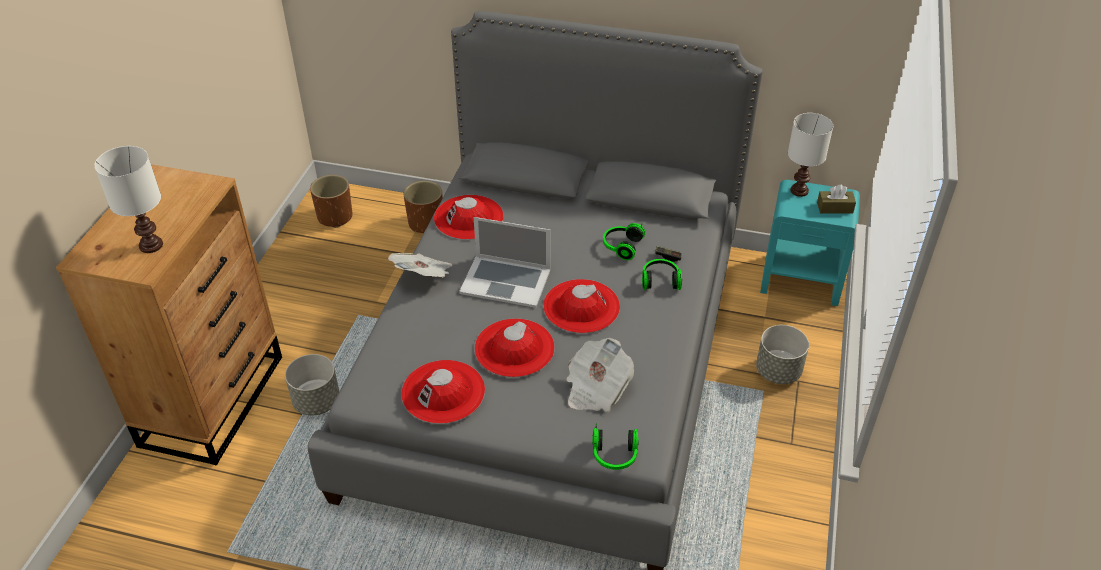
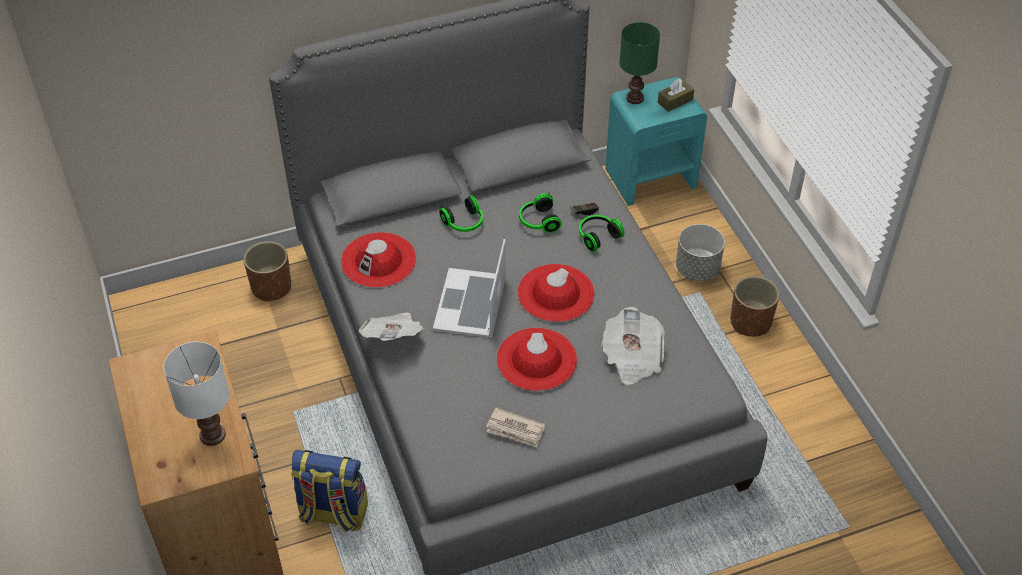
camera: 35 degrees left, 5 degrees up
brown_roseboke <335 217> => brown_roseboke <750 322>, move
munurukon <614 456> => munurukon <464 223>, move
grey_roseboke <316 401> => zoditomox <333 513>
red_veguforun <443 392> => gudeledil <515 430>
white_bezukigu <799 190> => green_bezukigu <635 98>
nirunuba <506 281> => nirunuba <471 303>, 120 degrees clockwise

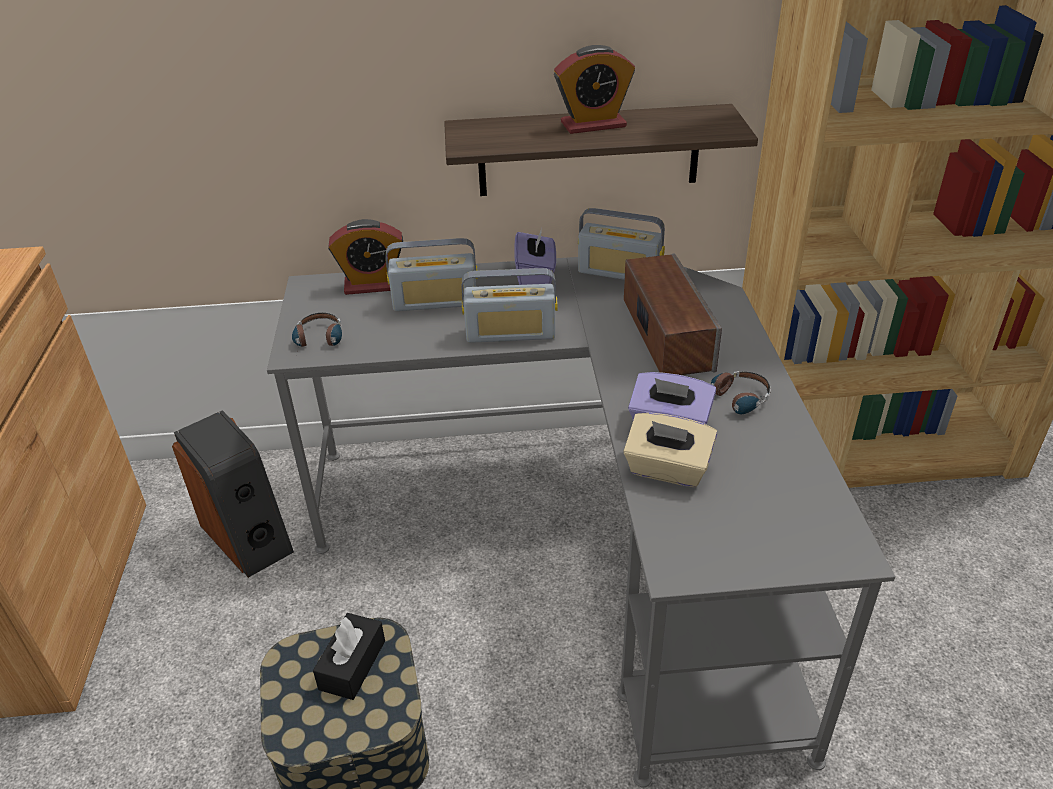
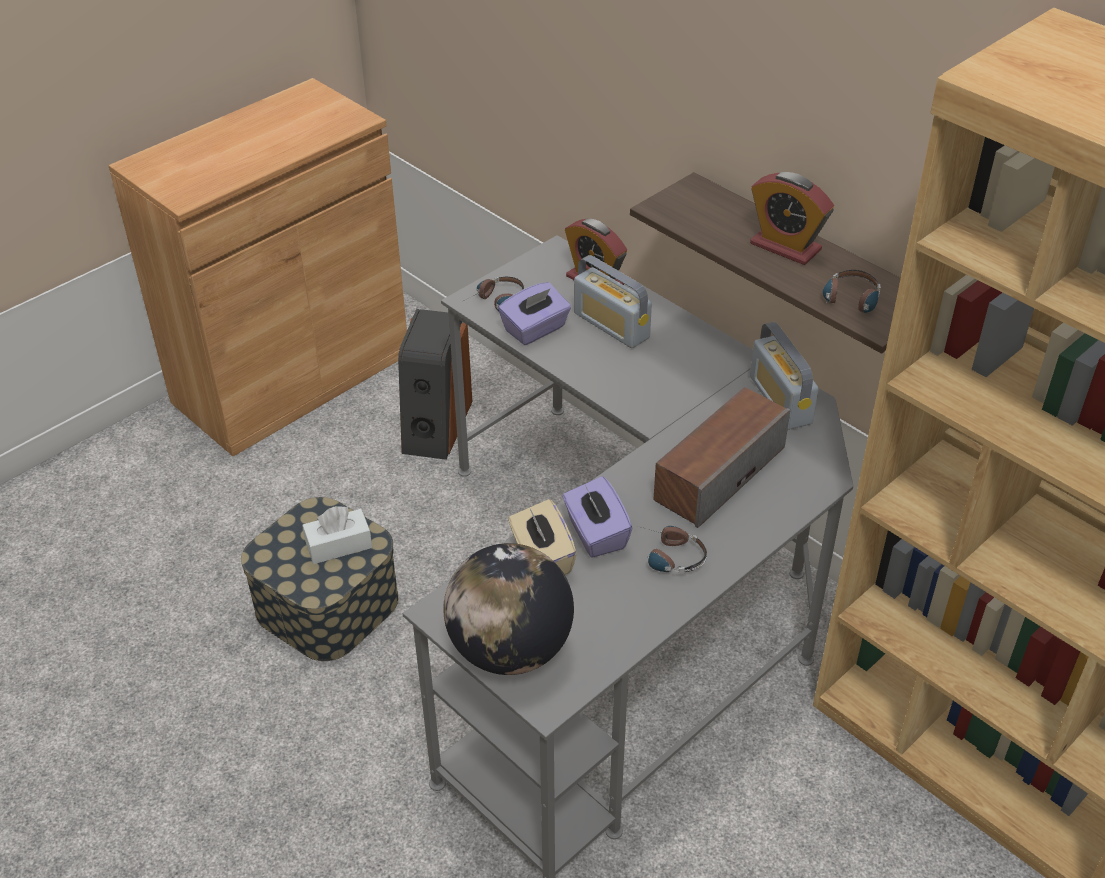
camera: 50 degrees right, 5 degrees up
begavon <510 333> => nothing
nothing => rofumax <510 650>
nothing => munurukon <849 303>
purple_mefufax <536 275> => purple_mefufax <535 329>, move
black_mefufax <352 665> => white_mefufax <338 545>

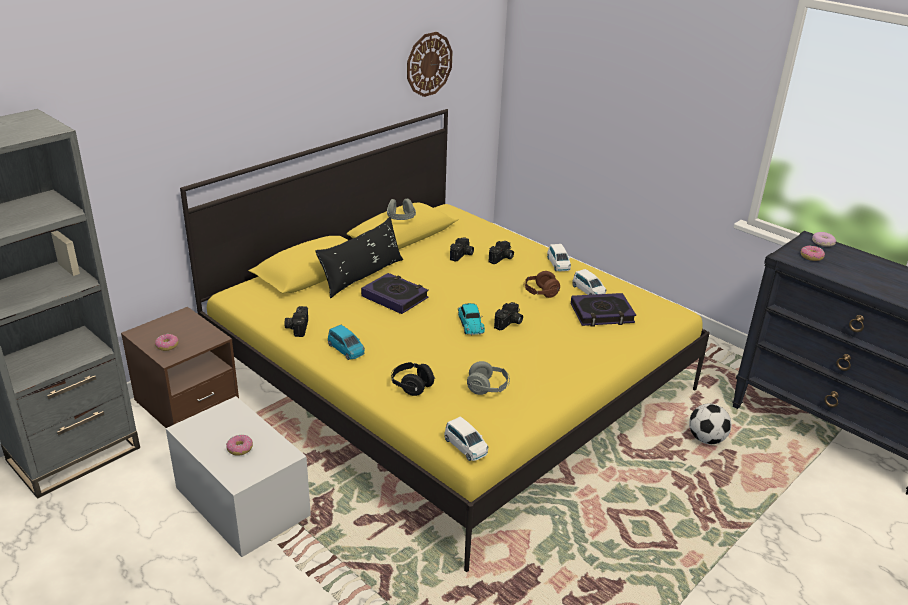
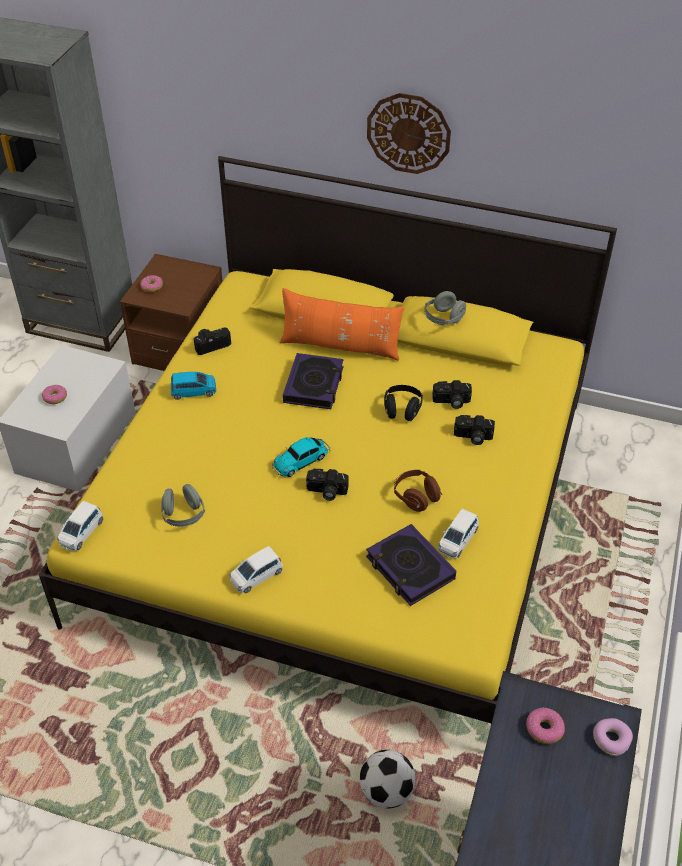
camera: 65 degrees right, 15 degrees up
black_munurukon <411 386> => black_munurukon <402 410>, move
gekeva <429 64> => gekeva <408 133>, move
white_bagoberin <558 264> => white_bagoberin <256 576>, move
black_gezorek <362 276> => orange_gezorek <340 346>
blue_bagoberin <346 350> => blue_bagoberin <194 391>, 120 degrees counterclockwise

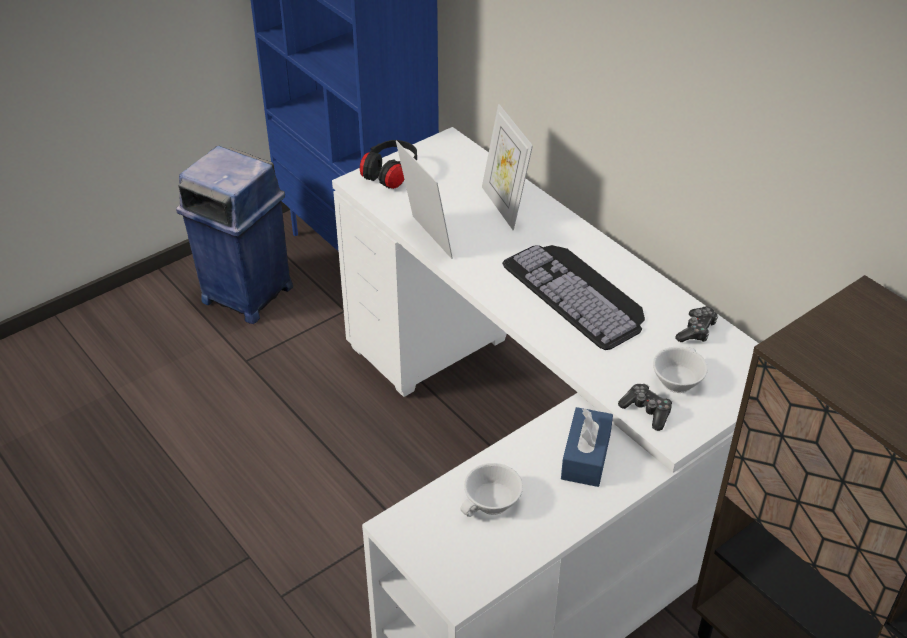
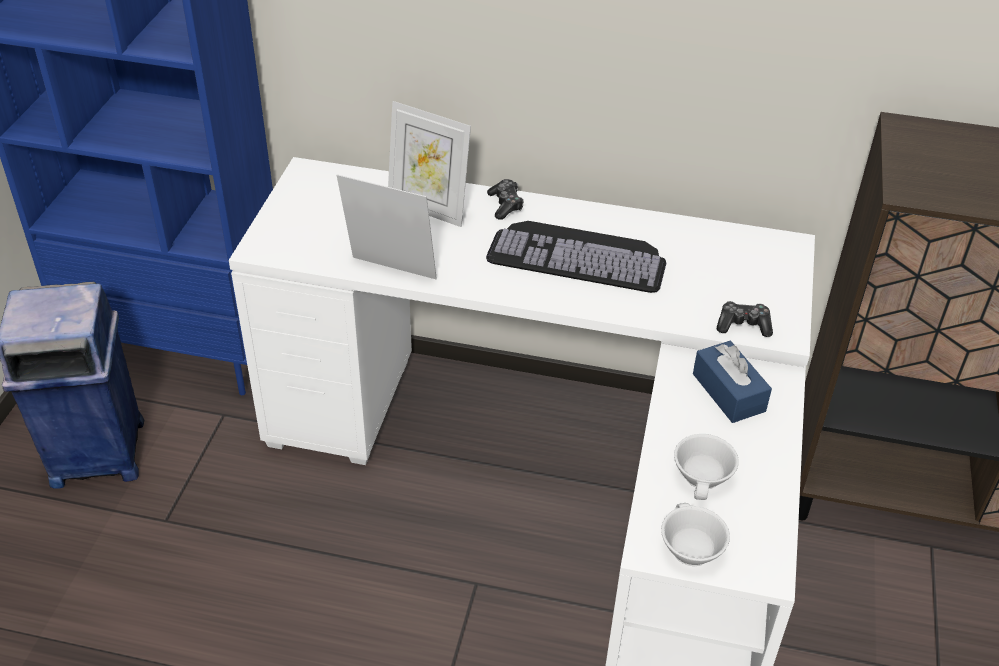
camera: 40 degrees left, 0 degrees up
black_munurukon <390 176> => nothing
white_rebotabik <676 380> => white_rebotabik <688 548>, move
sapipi <696 331> => sapipi <505 205>, move

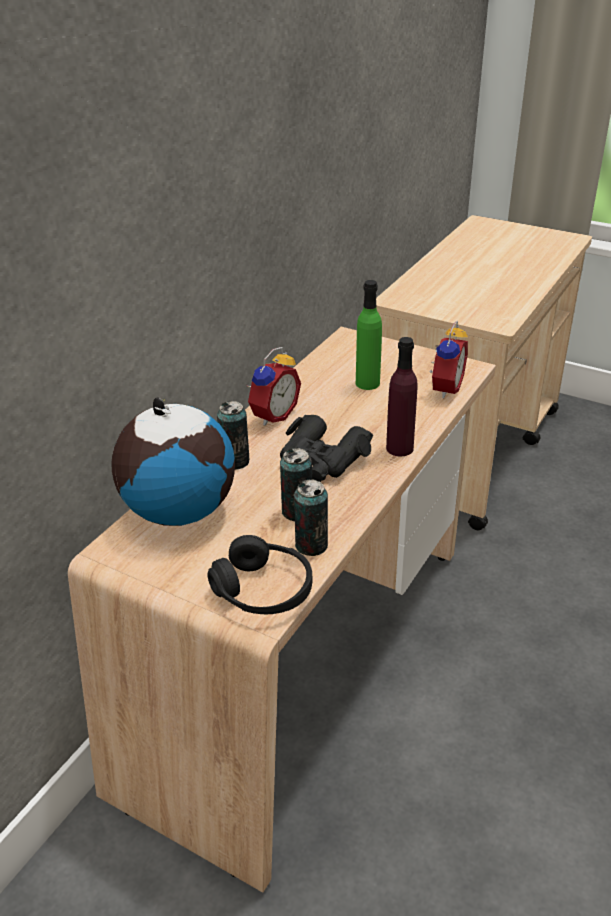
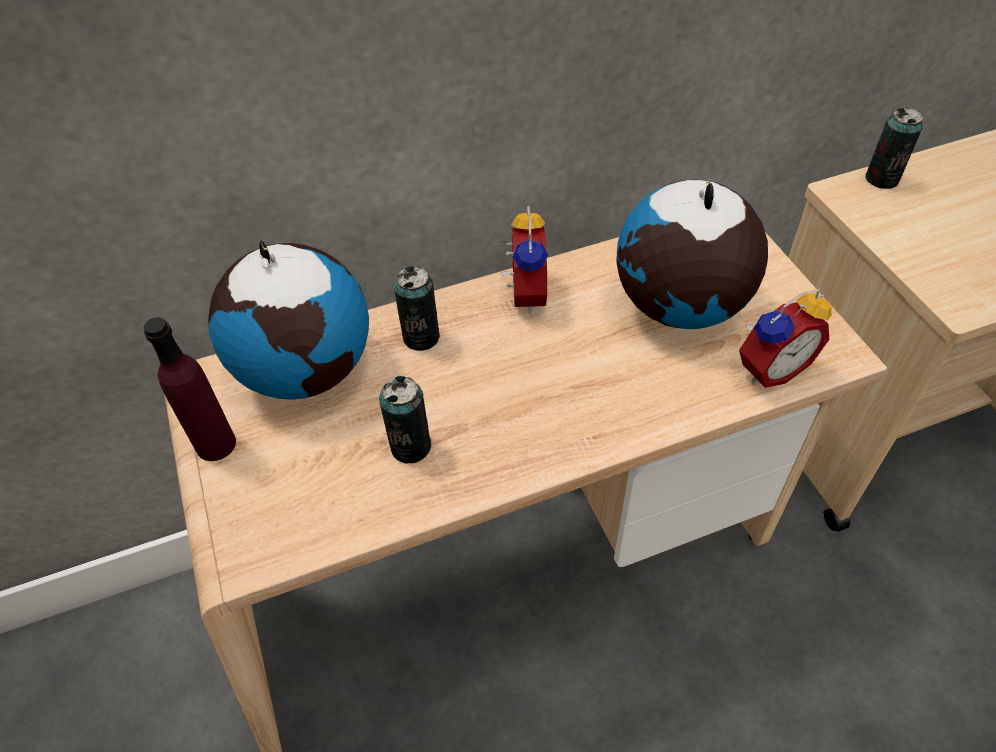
camera: 40 degrees right, 15 degrees up
black_munurukon <263 590> => nothing
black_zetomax <321 460> => nothing
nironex <311 545> => nironex <881 179>, move
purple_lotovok <399 448> => purple_lotovok <215 444>, move
green_lotovok <367 383> => rofumax <679 307>
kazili <272 415> => kazili <523 295>, 75 degrees counterclockwise

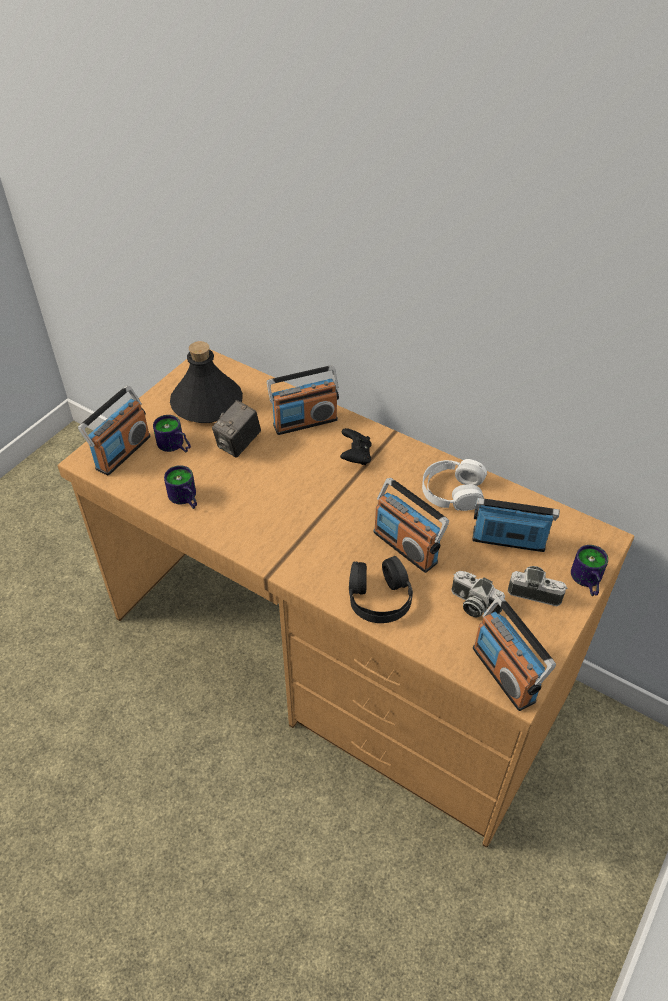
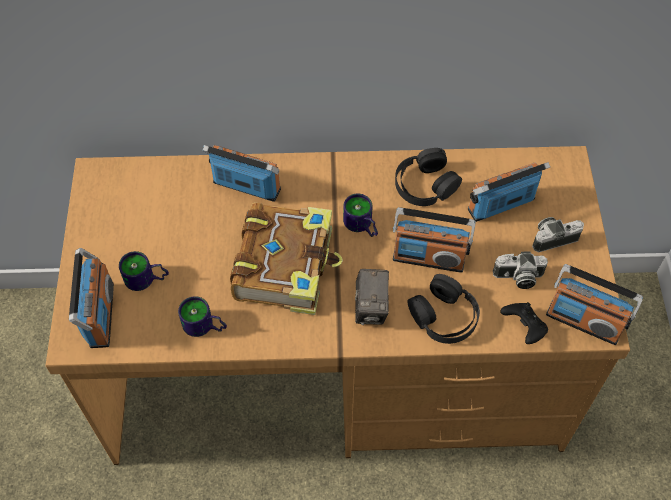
camera: 35 degrees left, 10 degrees up
black_lotovok <207 403> => nothing
nothing => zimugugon <286 265>
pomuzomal <238 444> => pomuzomal <371 308>, move
black_sapipi <356 456> => black_sapipi <523 328>, move
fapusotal <585 582> => fapusotal <360 227>, move
white_munurukon <452 491> => black_munurukon <425 184>
begavon <305 422> => begavon <246 187>, 105 degrees counterclockwise

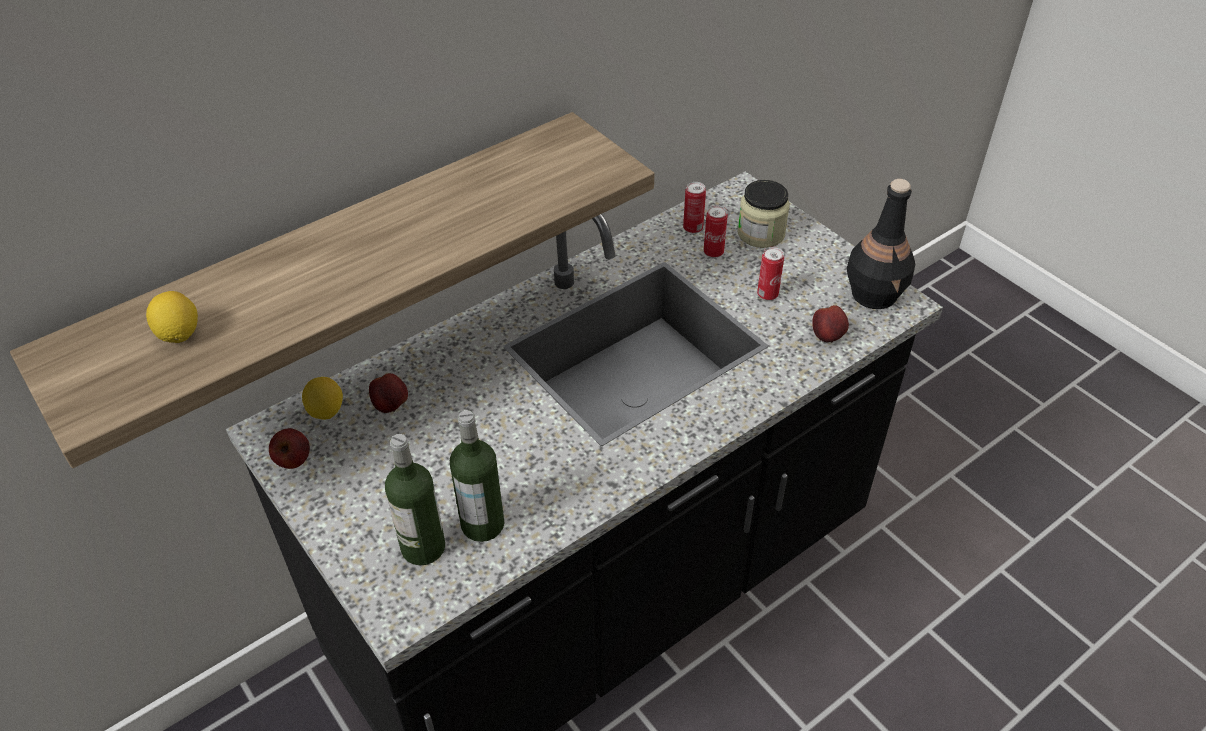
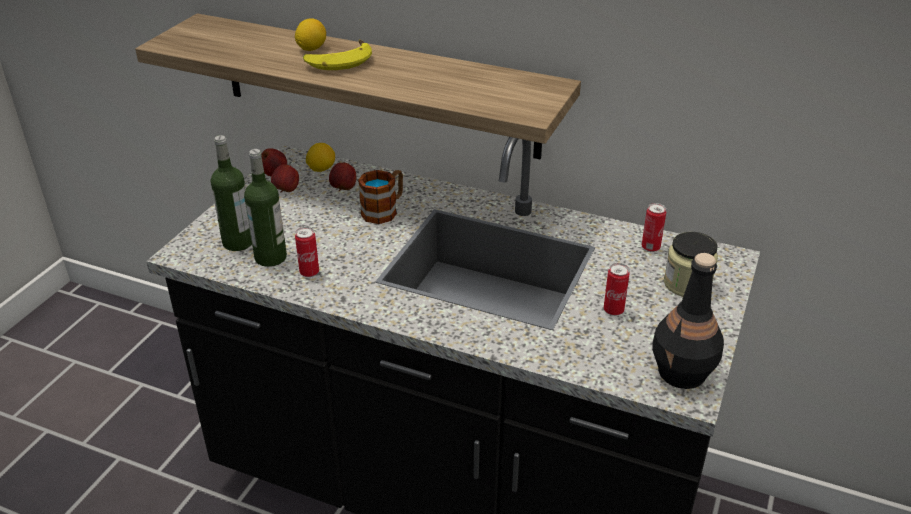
camera: 60 degrees right, 10 degrees down
nothing => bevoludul <338 61>
nothing => fapusotal <384 210>
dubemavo <179 334> => dubemavo <311 49>, move
nironex <713 252> => nironex <309 272>, move
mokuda <828 337> => mokuda <286 190>, move

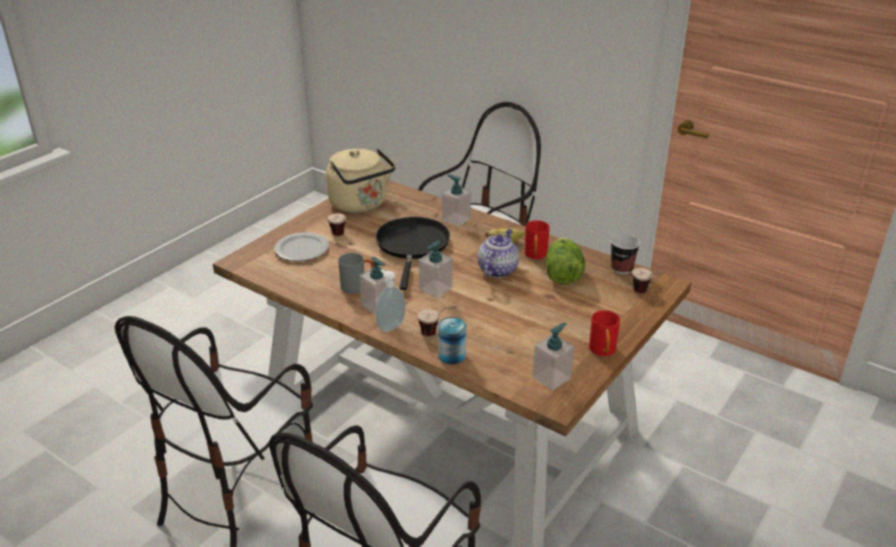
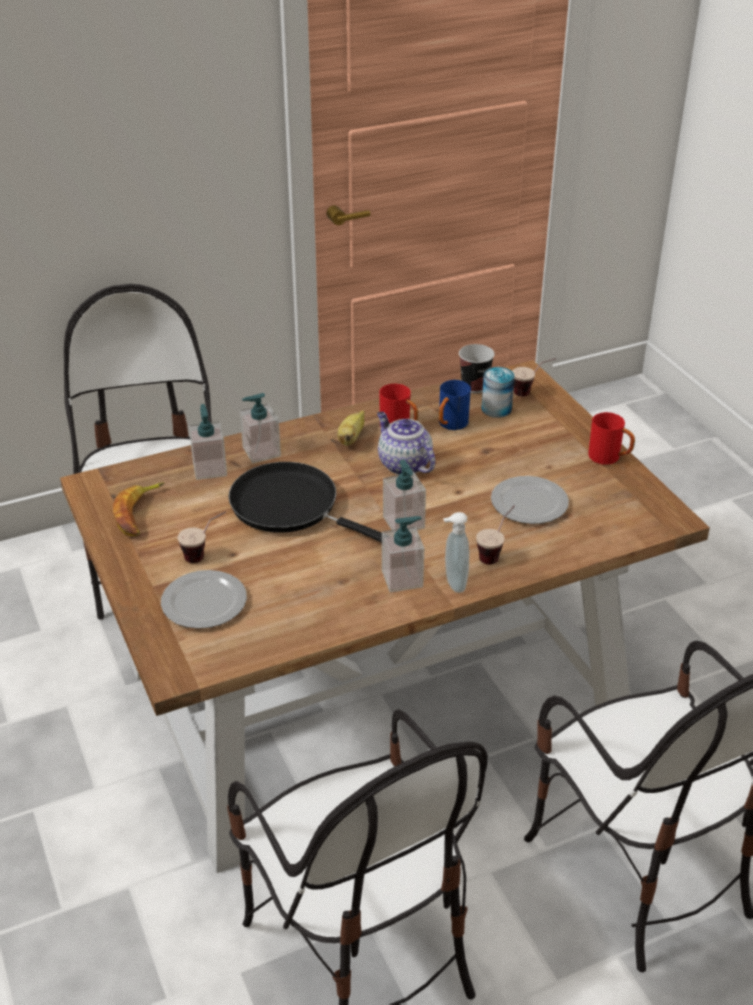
camera: 60 degrees left, 5 degrees up
grey_fapusotal <358 286> => nothing
nothing => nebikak <527 503>
nironex <451 355> => nironex <496 409>, move
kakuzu <551 378> => kakuzu <210 469>, move
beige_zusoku <361 205> => bevoludul <139 513>
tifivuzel <562 273> => blue_fapusotal <450 425>

